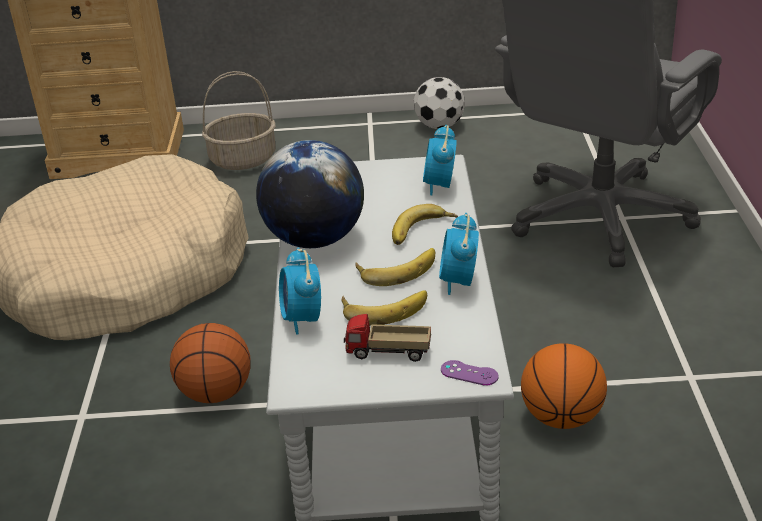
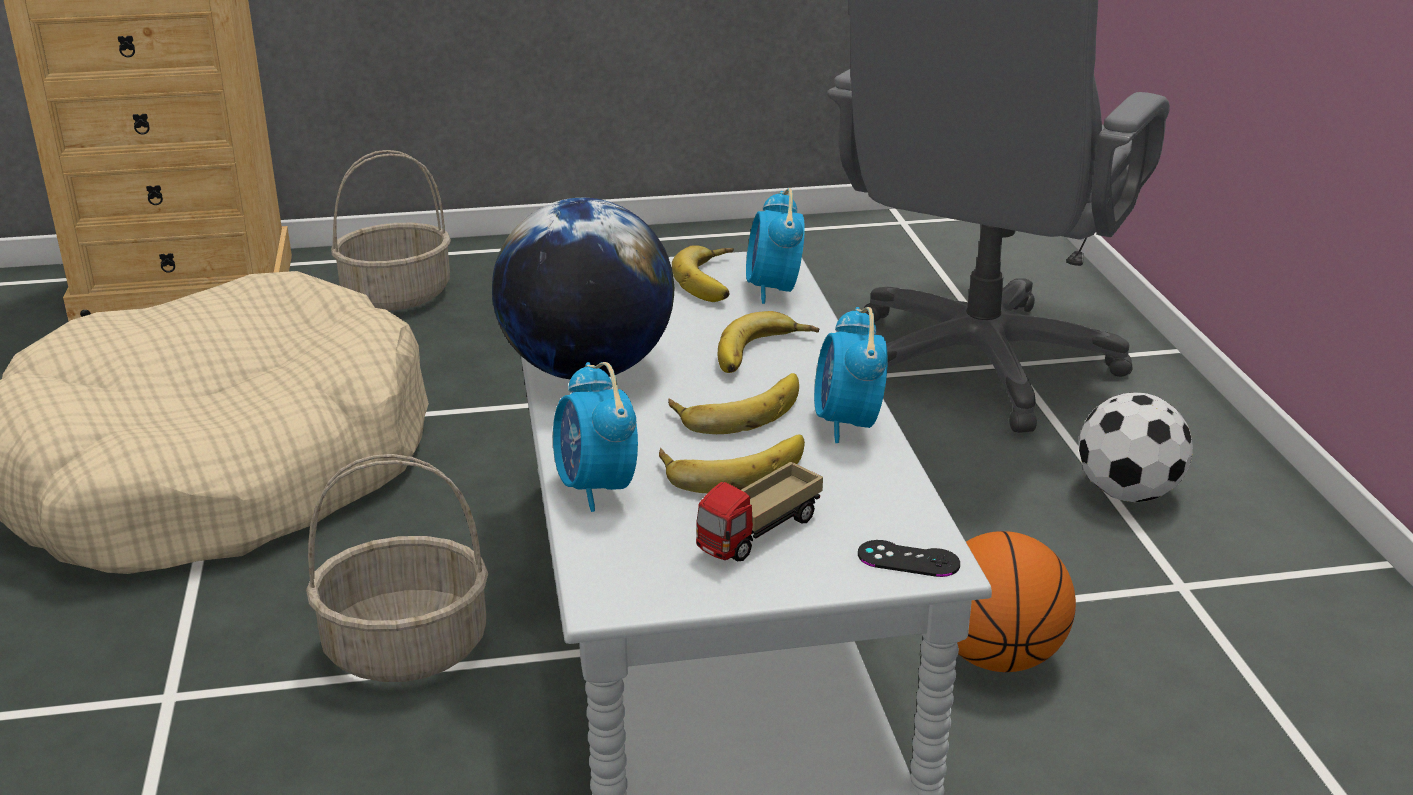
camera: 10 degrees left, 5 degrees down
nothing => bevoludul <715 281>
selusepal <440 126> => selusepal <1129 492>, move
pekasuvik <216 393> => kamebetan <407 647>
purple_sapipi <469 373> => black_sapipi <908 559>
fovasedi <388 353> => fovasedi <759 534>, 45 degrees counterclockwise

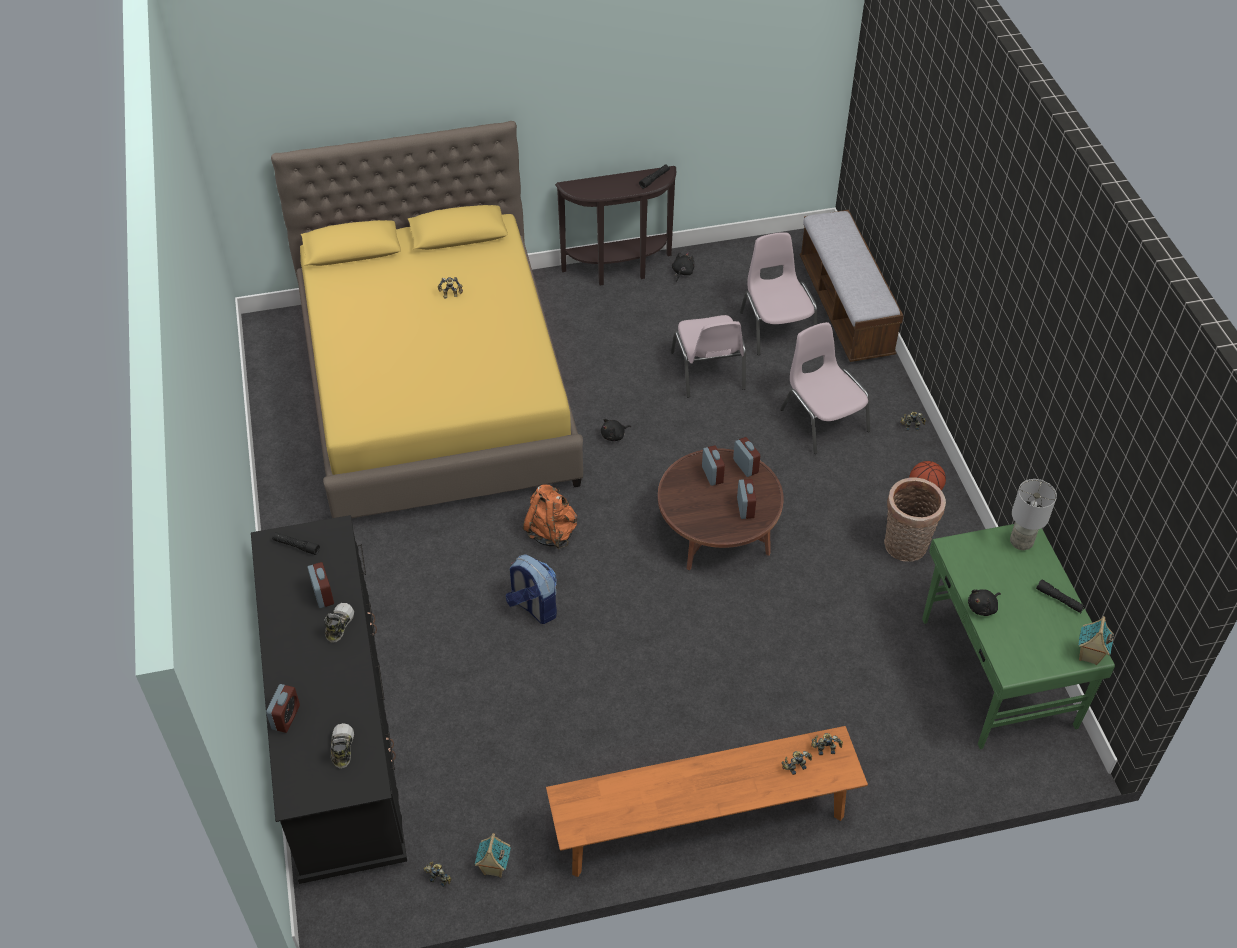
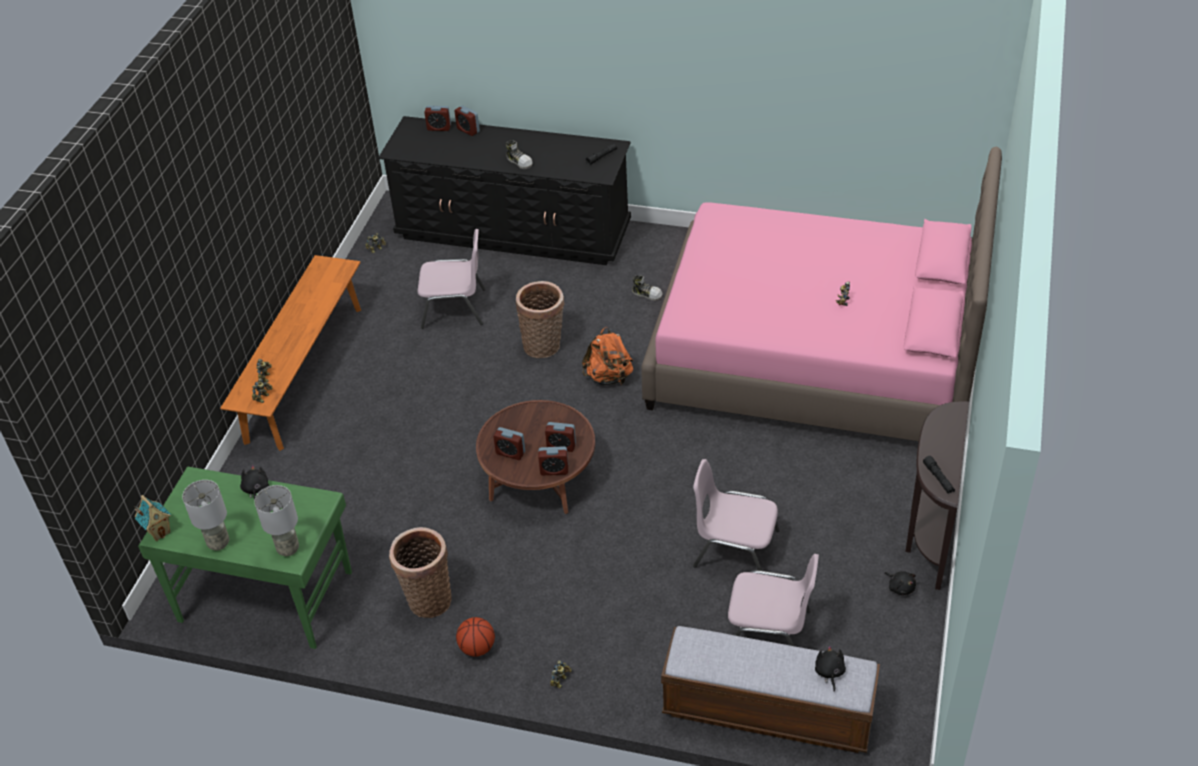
camera: 120 degrees right, 5 degrees down
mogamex <494 869> => nothing
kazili <323 595> => kazili <439 128>, move
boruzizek <342 748> => boruzizek <647 294>, move
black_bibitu <614 435> => black_bibitu <829 673>, move
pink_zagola <823 419> => pink_zagola <455 308>, move
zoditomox <533 607> => kamebetan <544 346>
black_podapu <1059 600> => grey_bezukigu <218 543>
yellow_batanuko <437 391> => pink_batanuko <815 355>

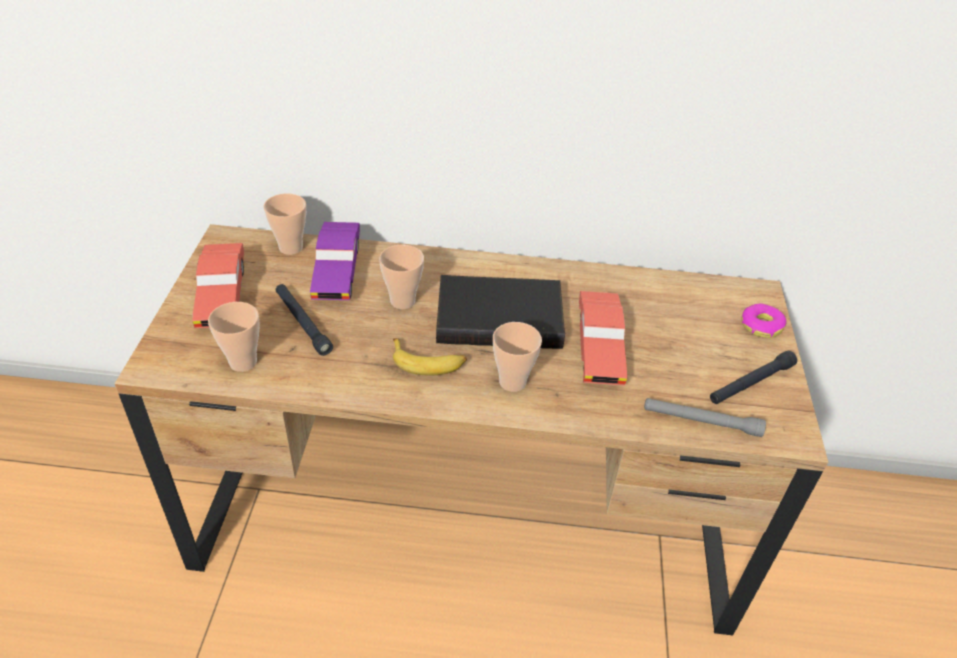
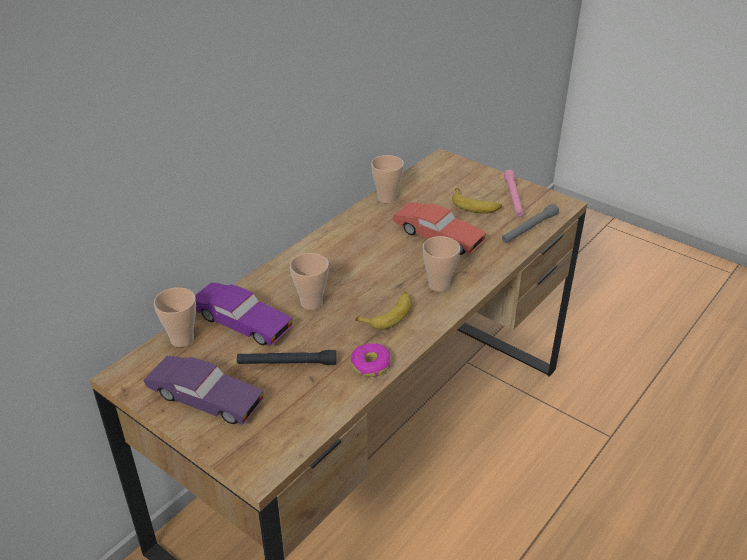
camera: 55 degrees left, 5 degrees down
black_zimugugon <500 316> => nothing
nothing => bevoludul <475 206>
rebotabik <243 362> => rebotabik <387 198>, move
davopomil <760 326> => davopomil <370 365>, move
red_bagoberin <222 296> => purple_bagoberin <205 400>
black_podapu <750 383> => pink_podapu <513 198>

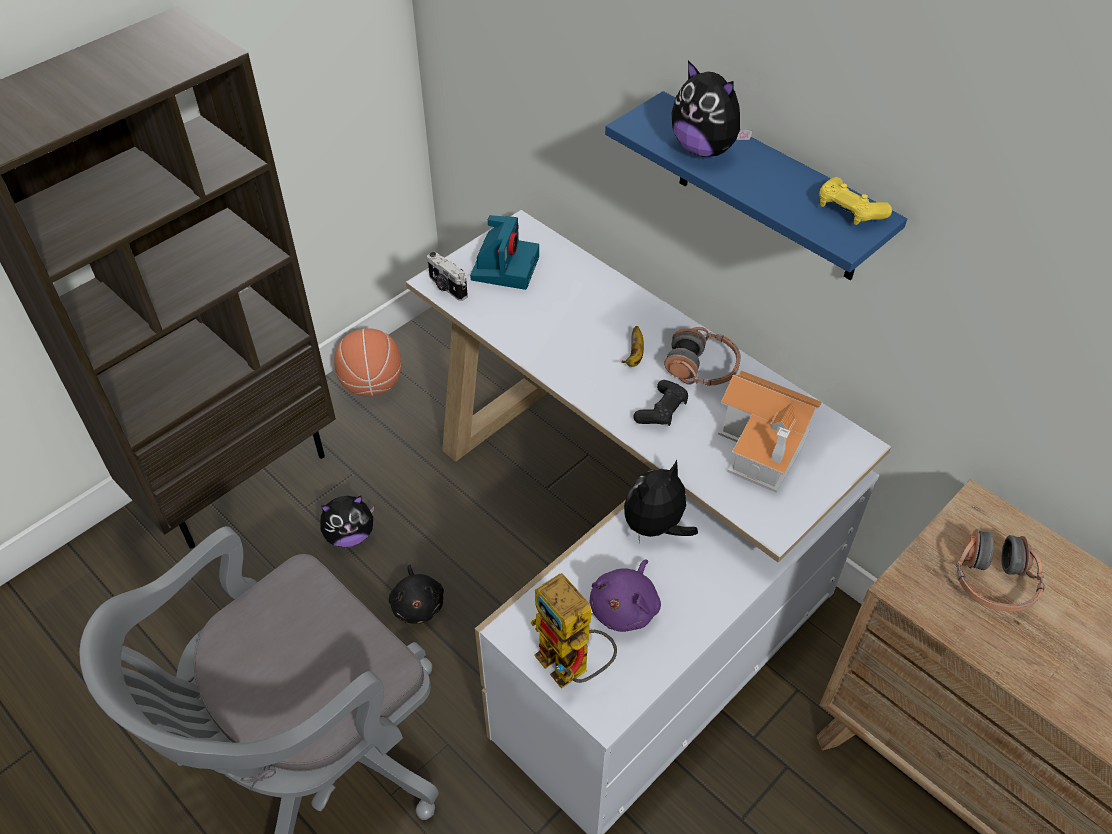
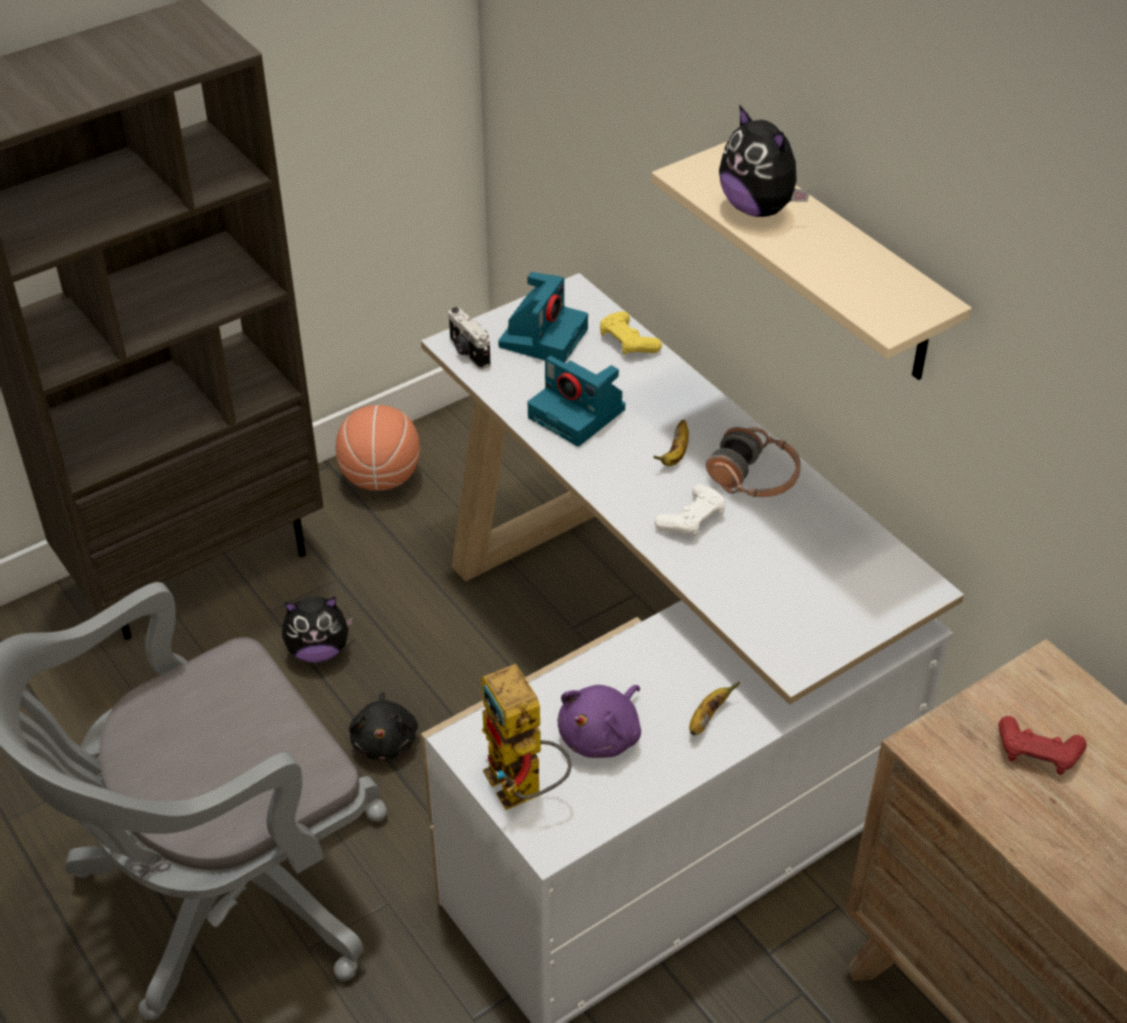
camera: 10 degrees right, 5 degrees down
bibitu <655 527> => nothing
mogamex <764 446> => nothing
nothing => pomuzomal <579 414>
nothing => bevoludul <707 718>
yellow_sapipi <849 210> => yellow_sapipi <628 342>, move
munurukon <993 581> => red_sapipi <1037 753>
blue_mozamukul <770 190> => beige_mozamukul <837 265>
black_sapipi <661 410> => white_sapipi <692 519>

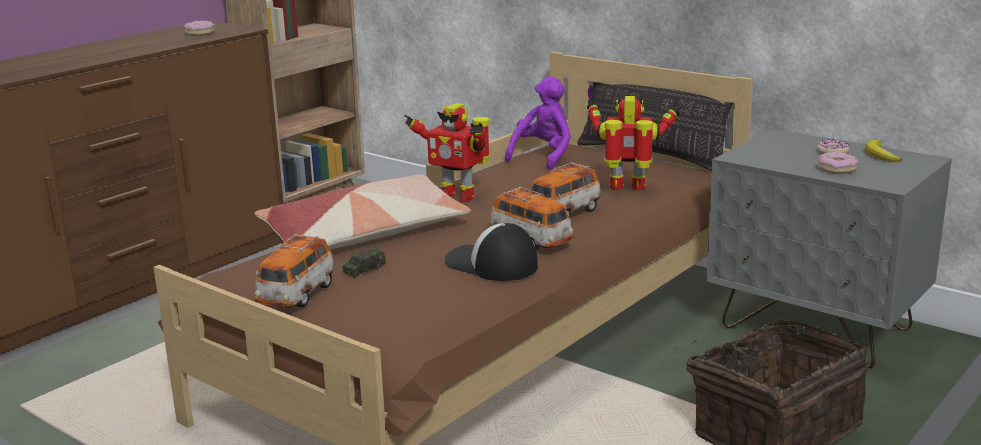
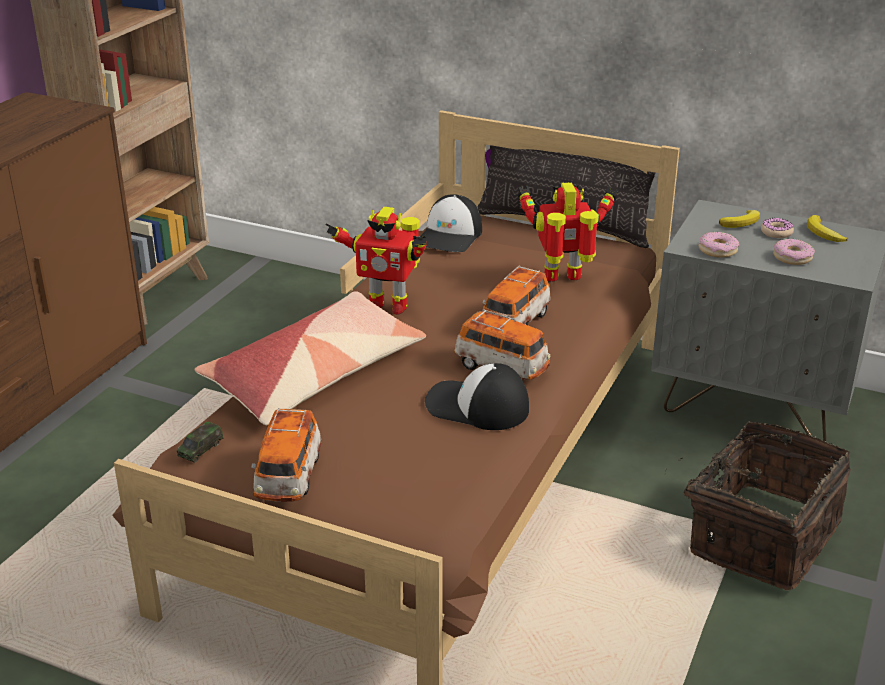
camera: 15 degrees left, 10 degrees up
nothing => bevoludul <741 222>
davopomil <200 33> => davopomil <717 250>, move
bagoberin <364 270> => bagoberin <201 449>, move
purple_bibitu <543 156> => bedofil <450 236>

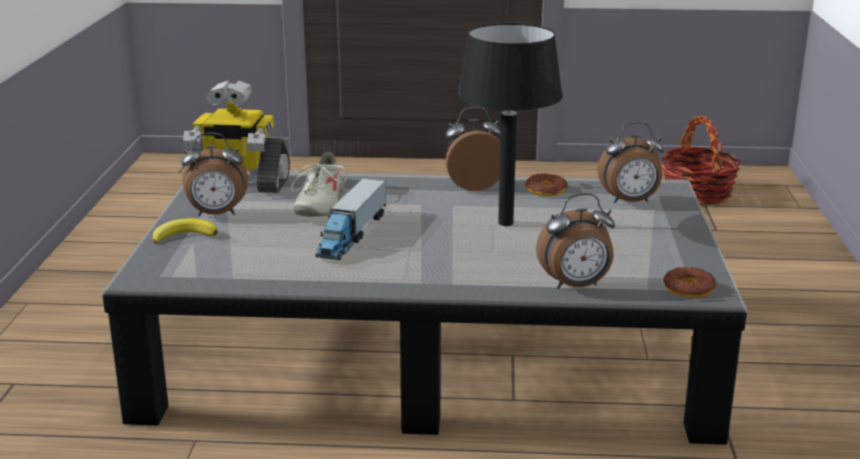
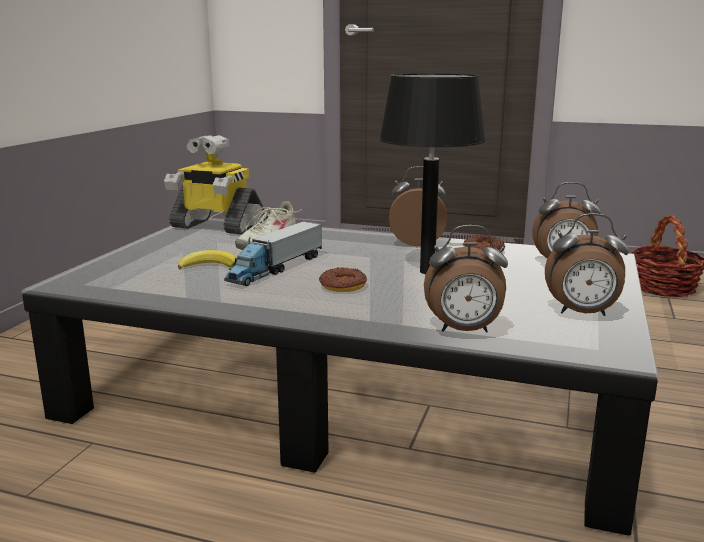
camera: 15 degrees right, 5 degrees down
bevoludul <184 235> => bevoludul <209 265>, move
kazili <217 214> => kazili <582 313>, move
davopomil <688 289> => davopomil <343 286>, move

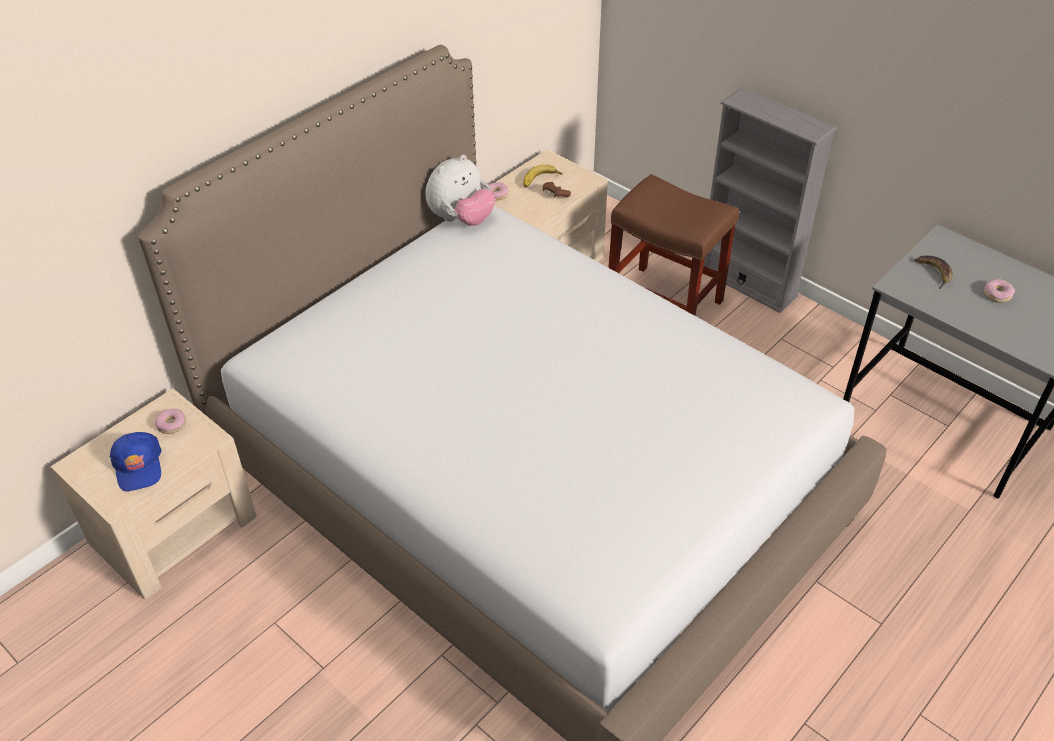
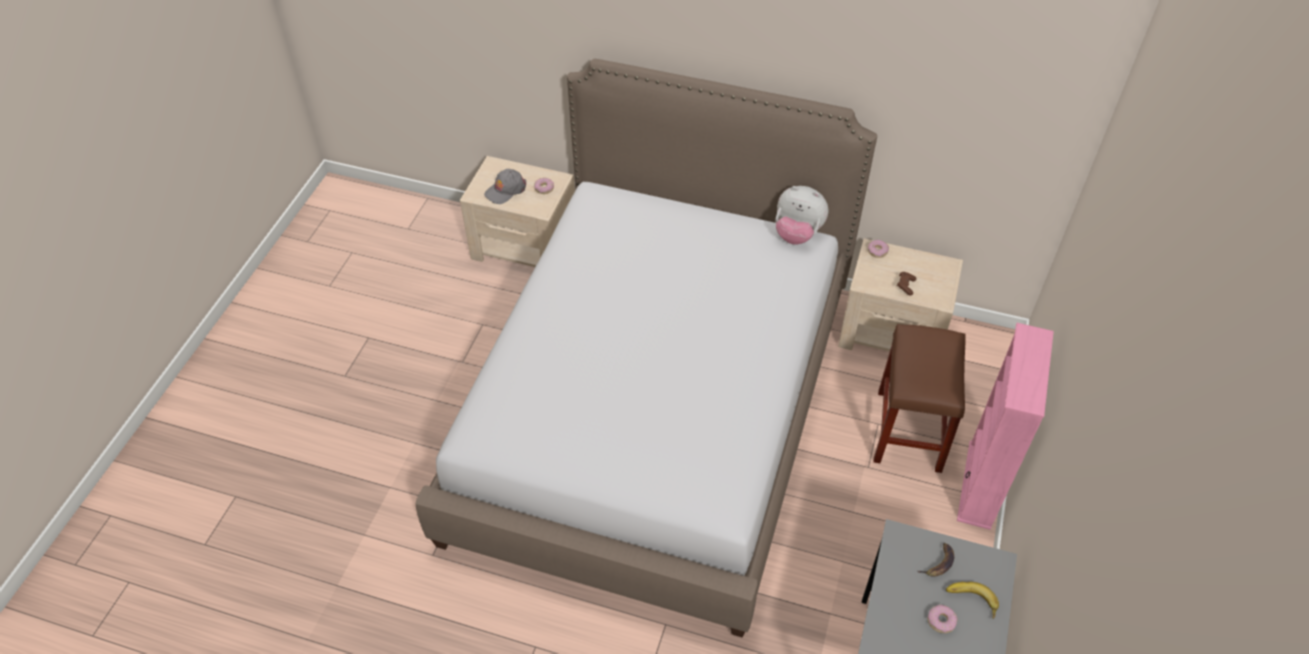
camera: 65 degrees right, 5 degrees up
bevoludul <541 180> => bevoludul <971 601>, move
blue_bedofil <138 465> => grey_bedofil <505 190>
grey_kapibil <747 282> => pink_kapibil <980 484>

